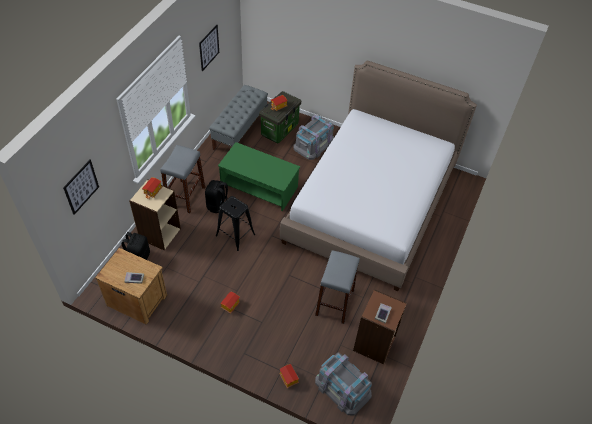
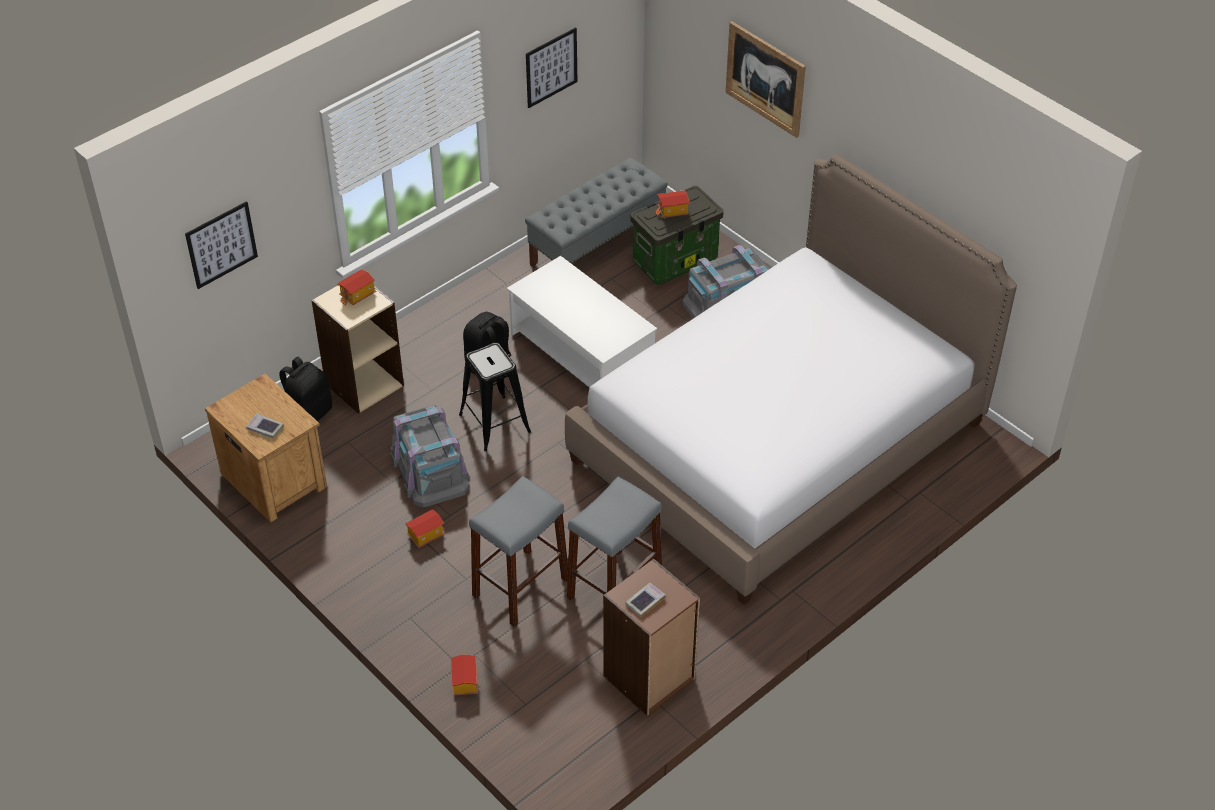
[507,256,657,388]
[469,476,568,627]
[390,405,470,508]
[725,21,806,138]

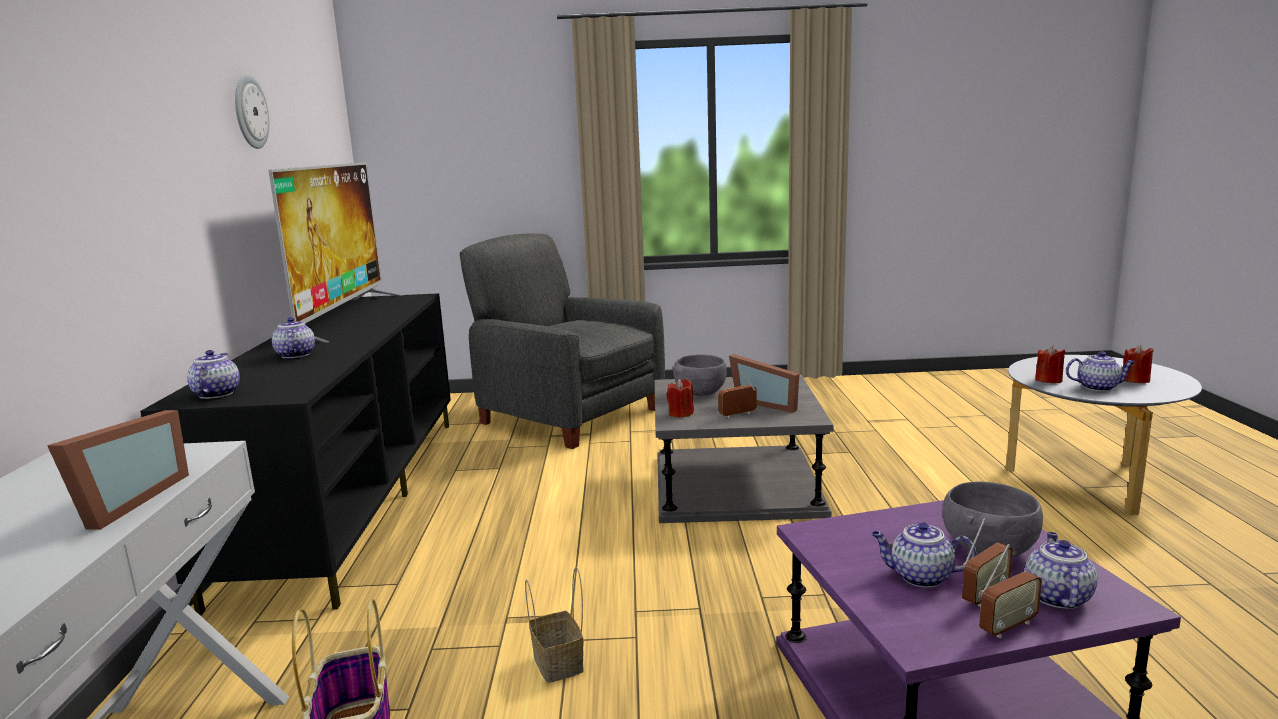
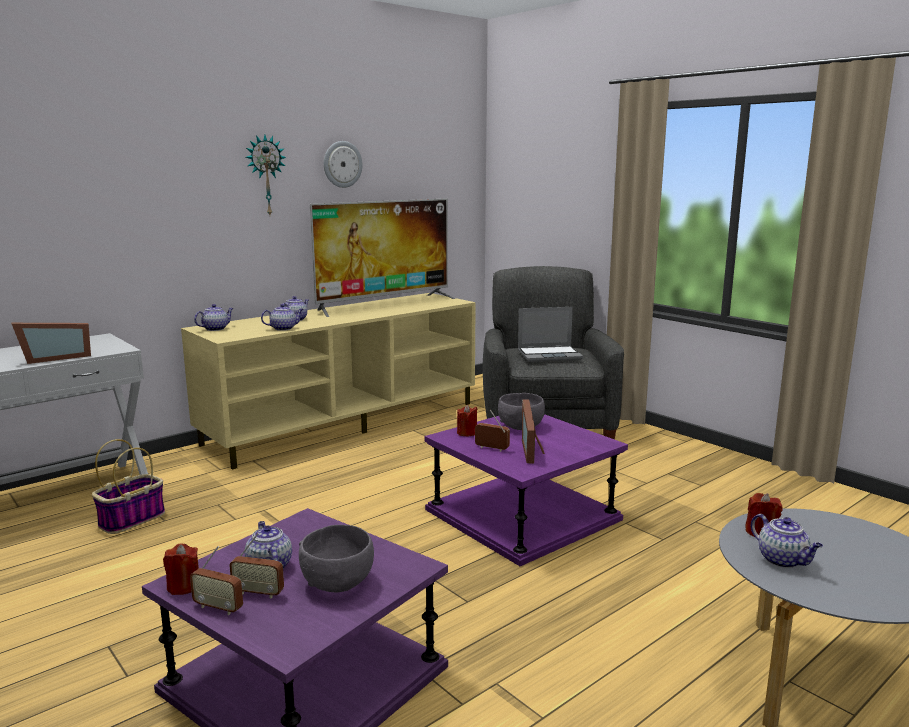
[181,293,476,469]
[163,544,199,595]
[425,414,628,566]
[261,304,303,331]
[525,567,584,683] (first image)
[246,135,286,215]
[518,307,583,362]

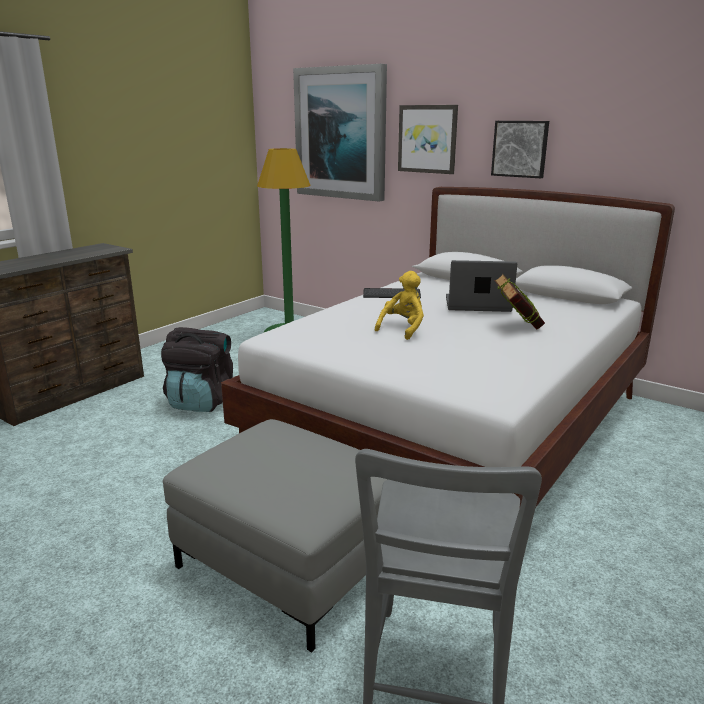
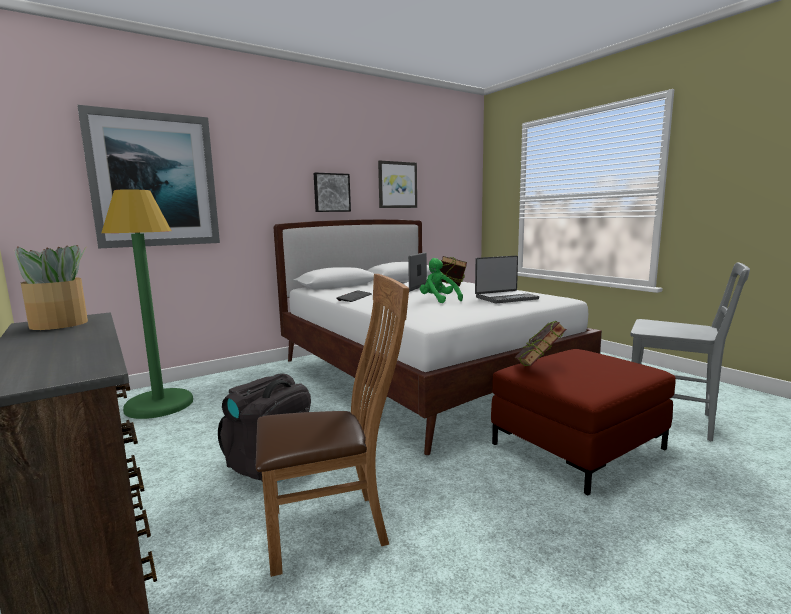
[378,160,417,208]
[420,258,463,303]
[491,349,676,495]
[13,245,88,330]
[475,256,539,303]
[256,274,409,577]
[515,320,567,366]

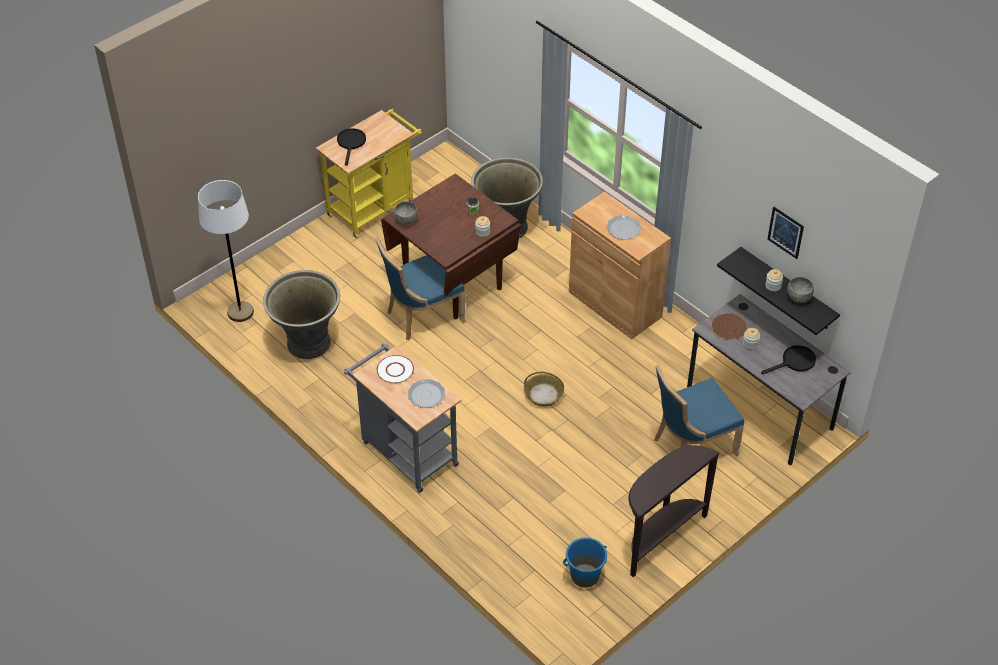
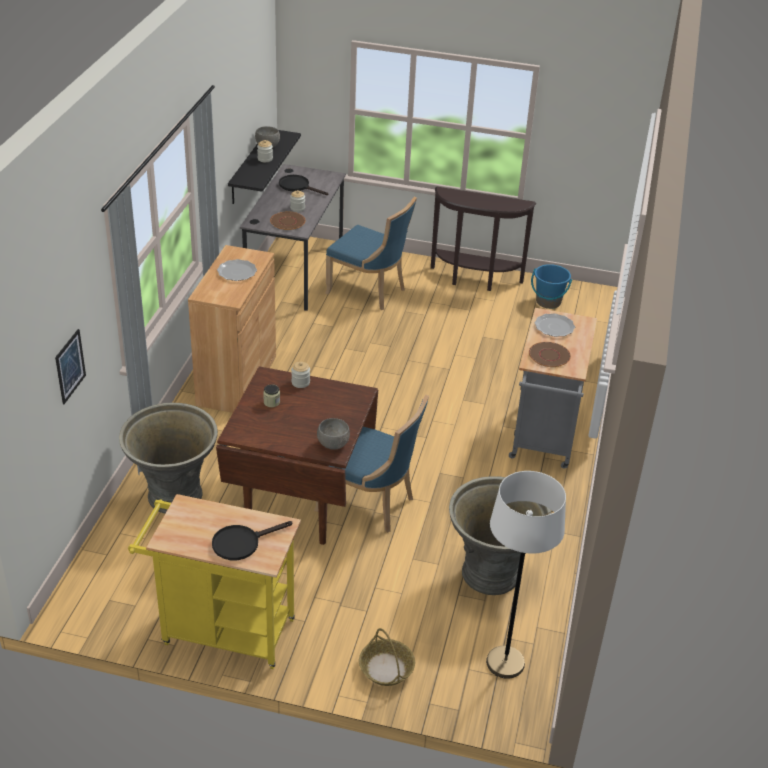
[55,329,86,404]
[529,342,571,367]
[359,628,415,686]

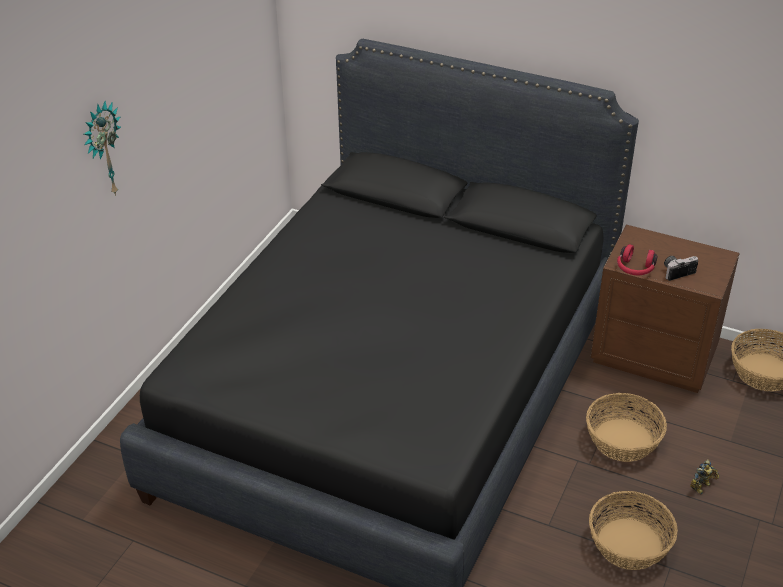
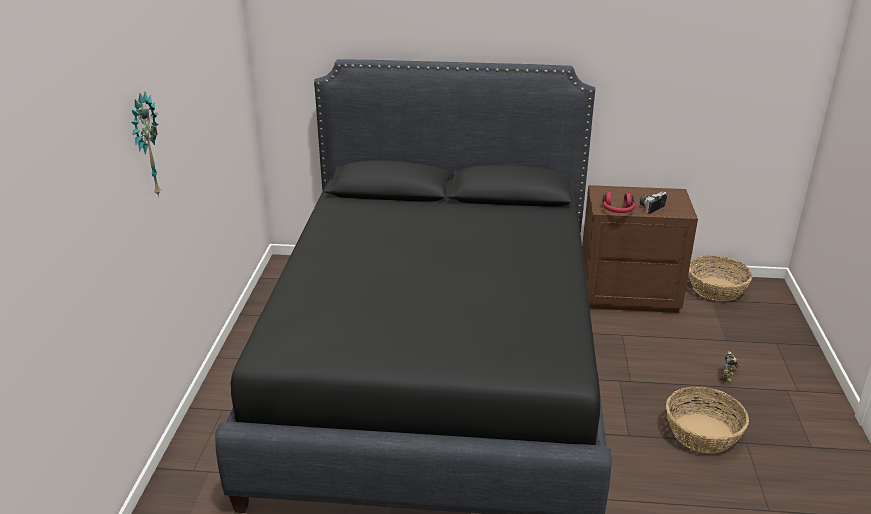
[586,393,667,462] (first image)

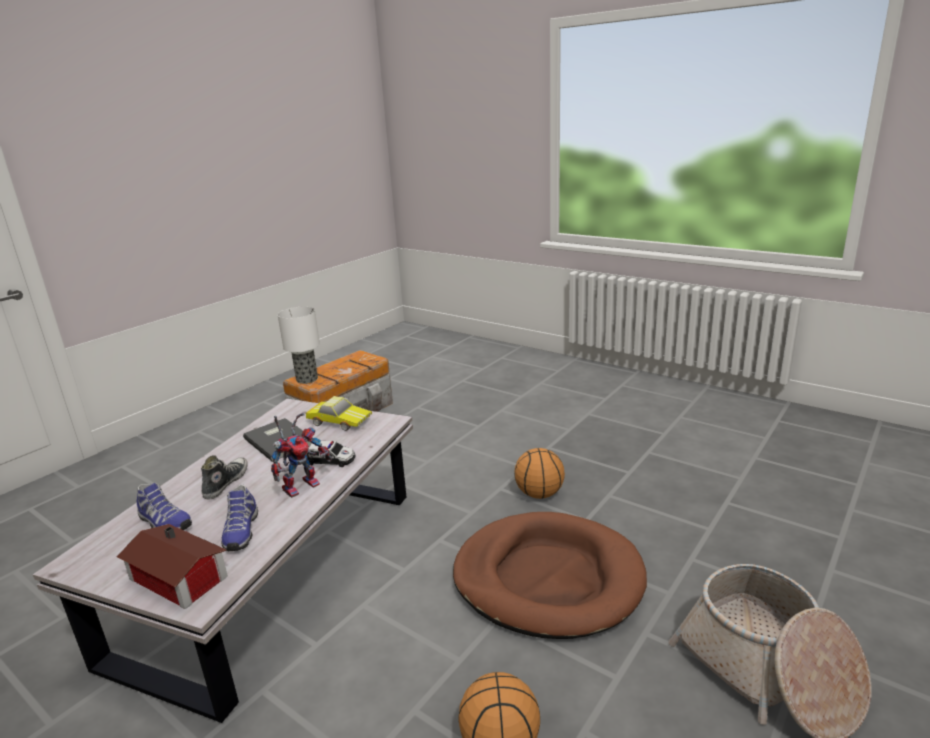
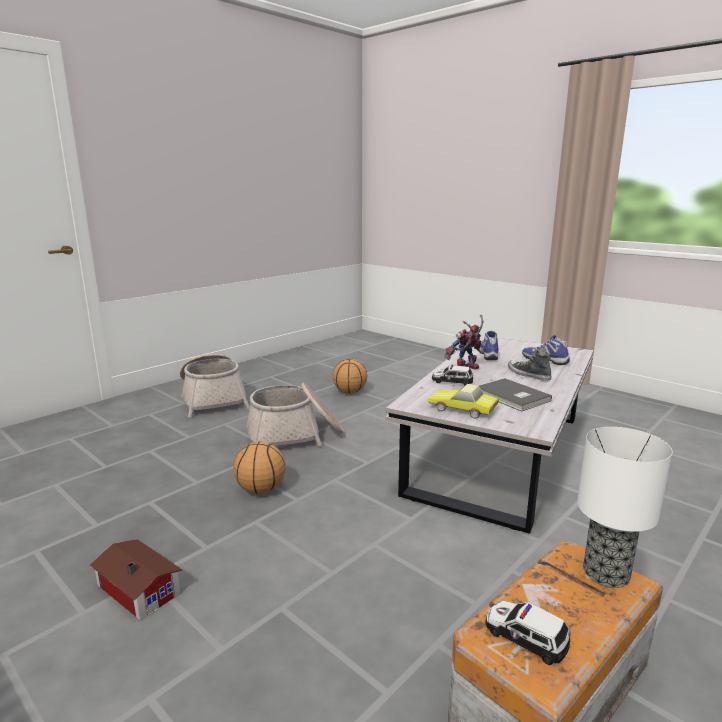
[508,348,551,381]
[246,383,344,447]
[90,539,182,621]
[486,601,570,665]

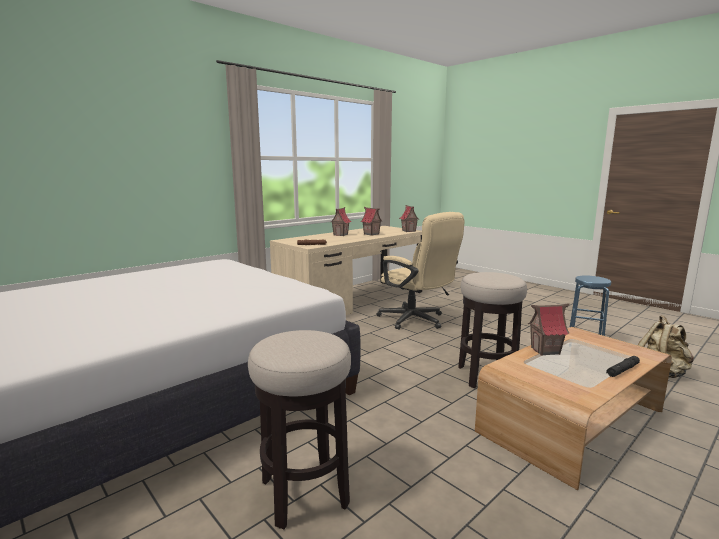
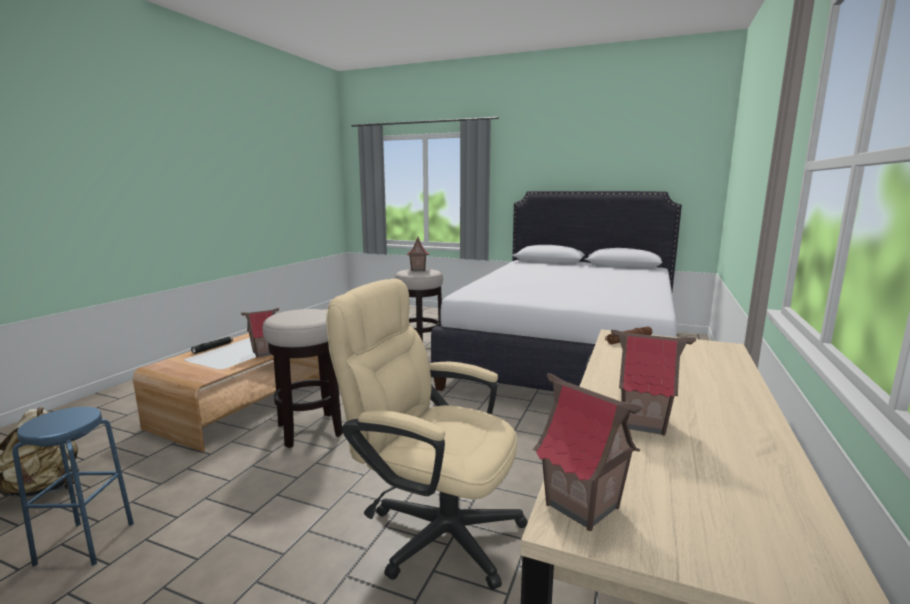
[407,236,429,271]

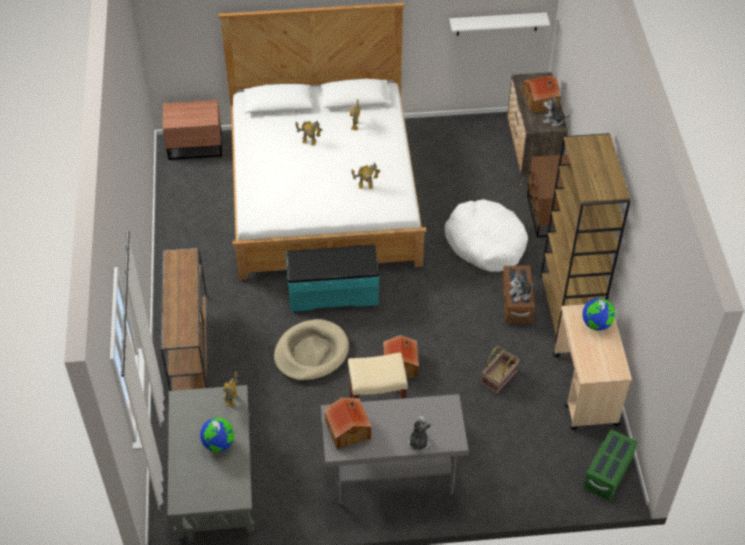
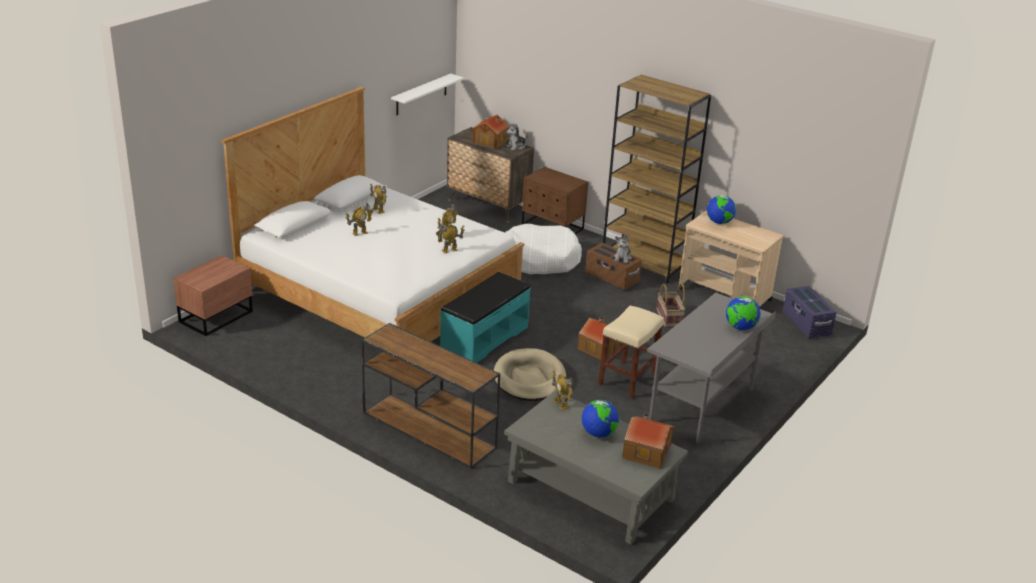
[622,414,674,469]
[726,296,760,330]
[783,286,837,338]
[436,224,464,253]

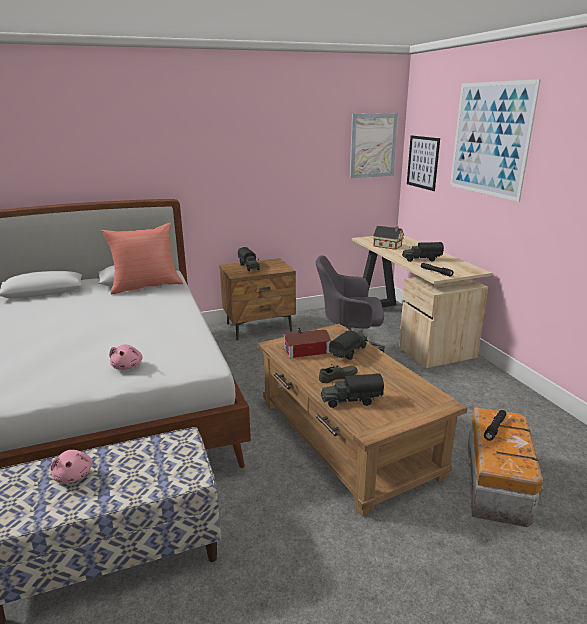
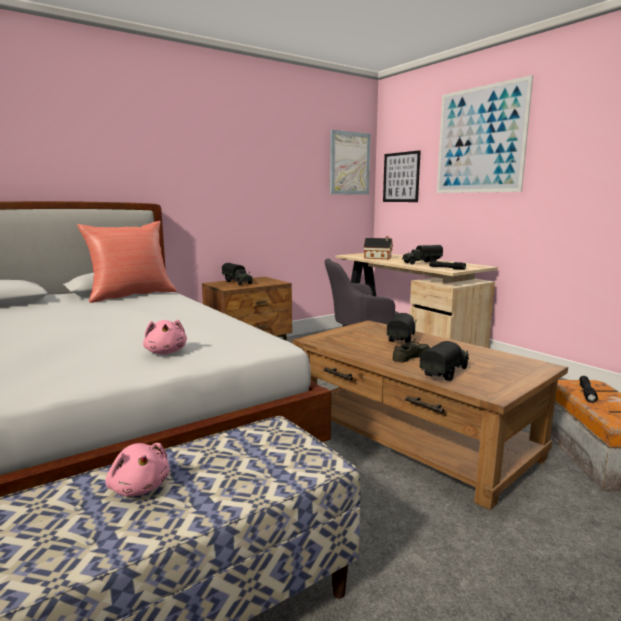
[283,328,331,358] (first image)
[419,341,469,381]

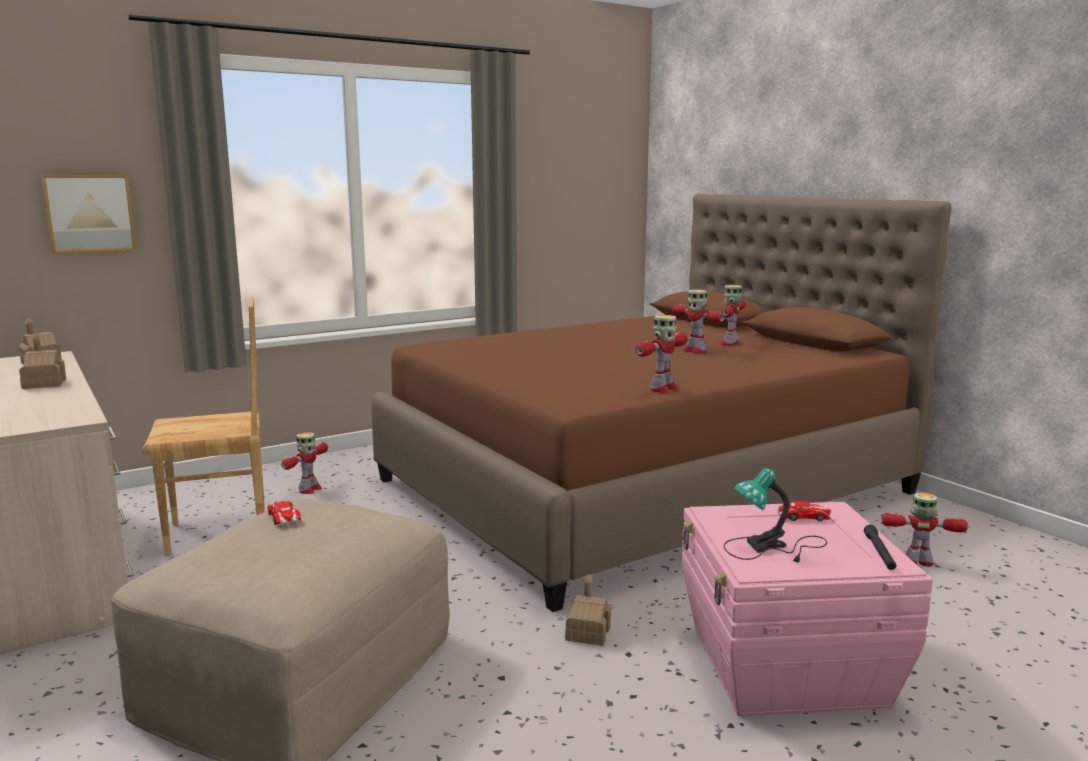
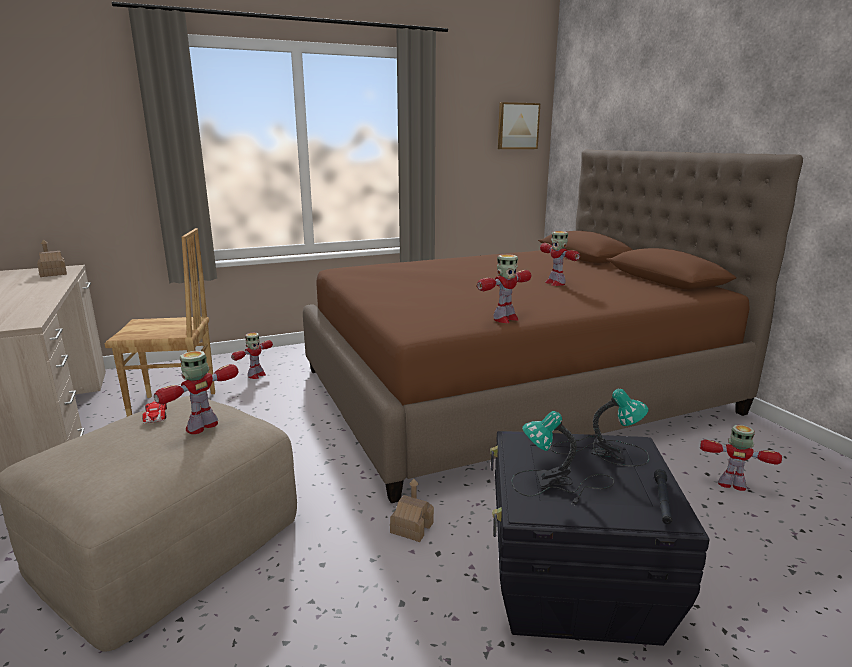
[498,102,540,149]
[154,351,238,434]
[19,332,66,389] (first image)
[551,389,649,466]
[490,431,710,646]

